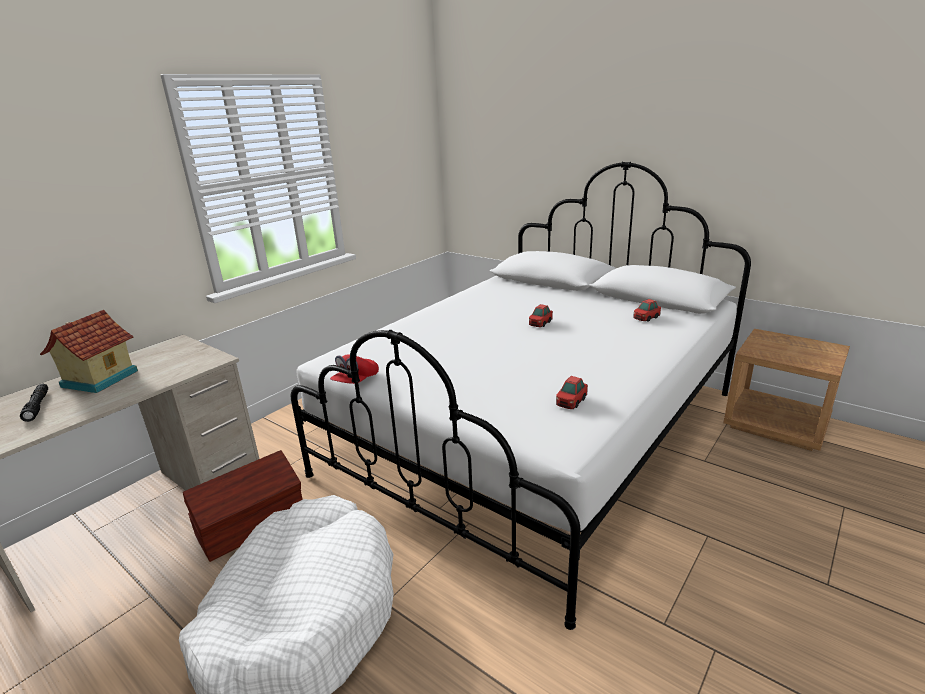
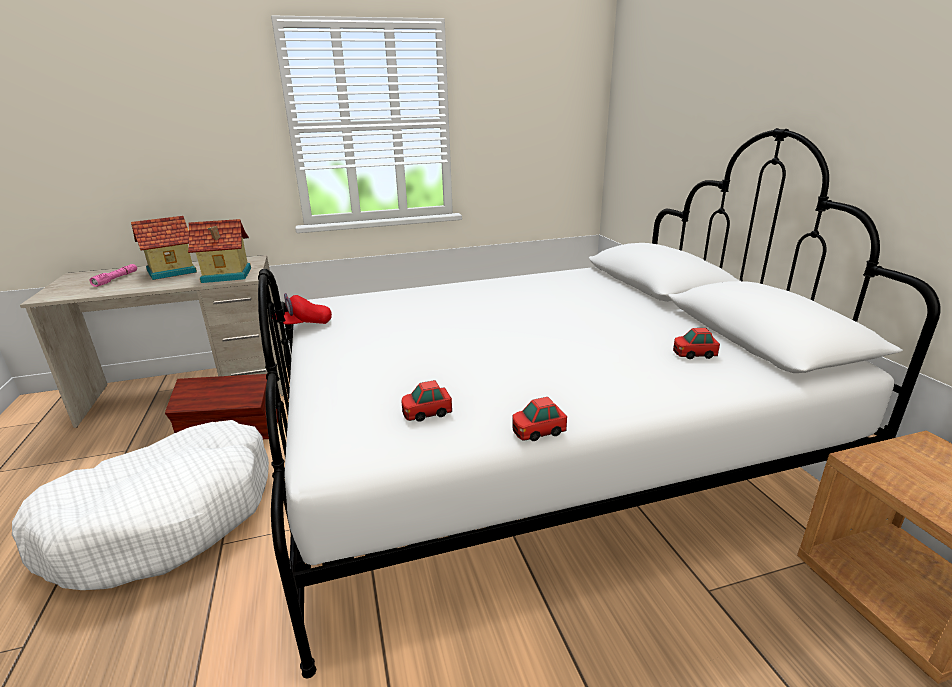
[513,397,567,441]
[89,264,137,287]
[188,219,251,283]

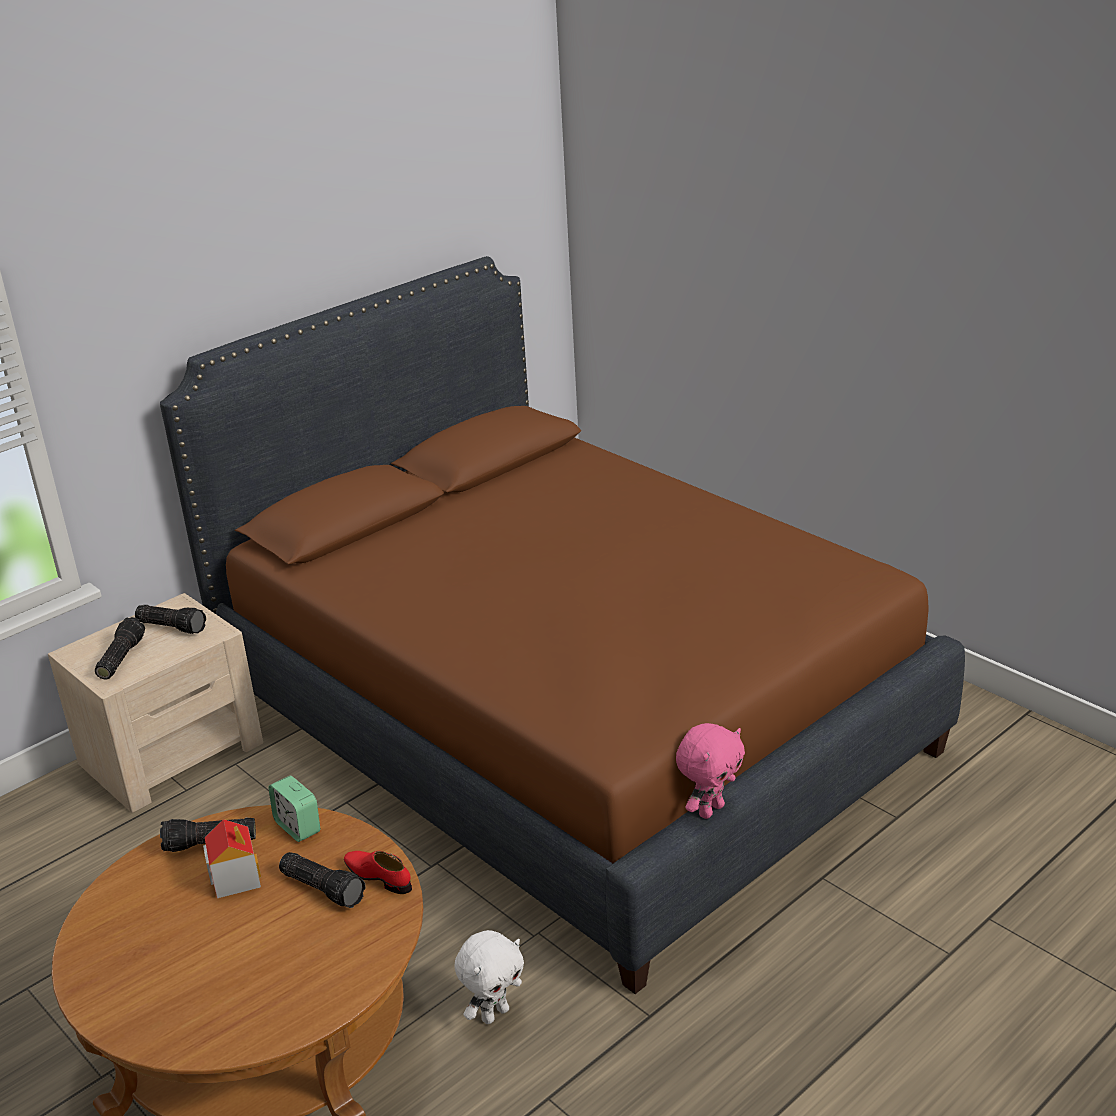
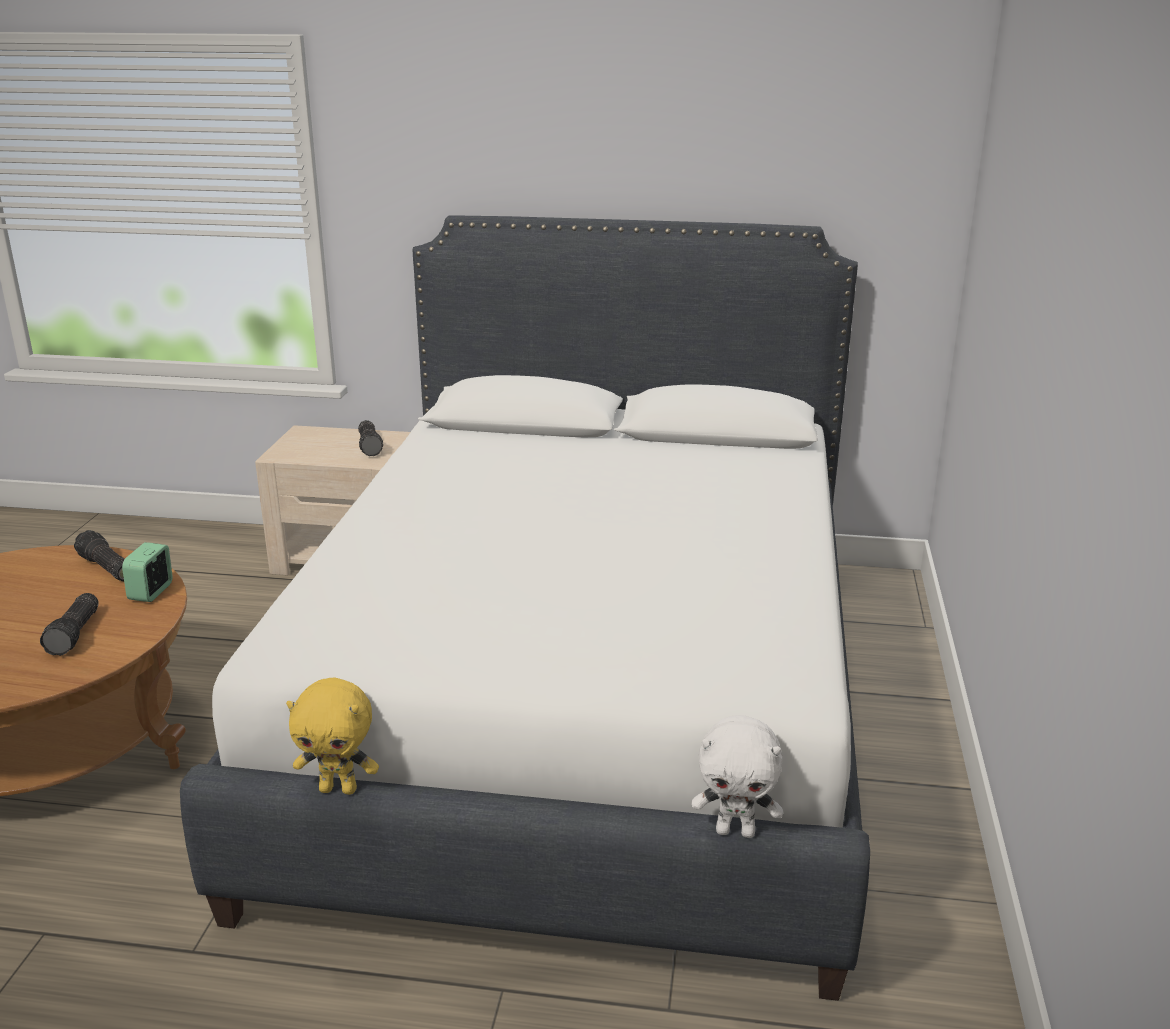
[180,215,870,1001]
[95,617,145,680] (first image)
[286,678,379,795]
[203,819,261,898] (first image)
[344,851,412,894] (first image)
[691,715,783,838]

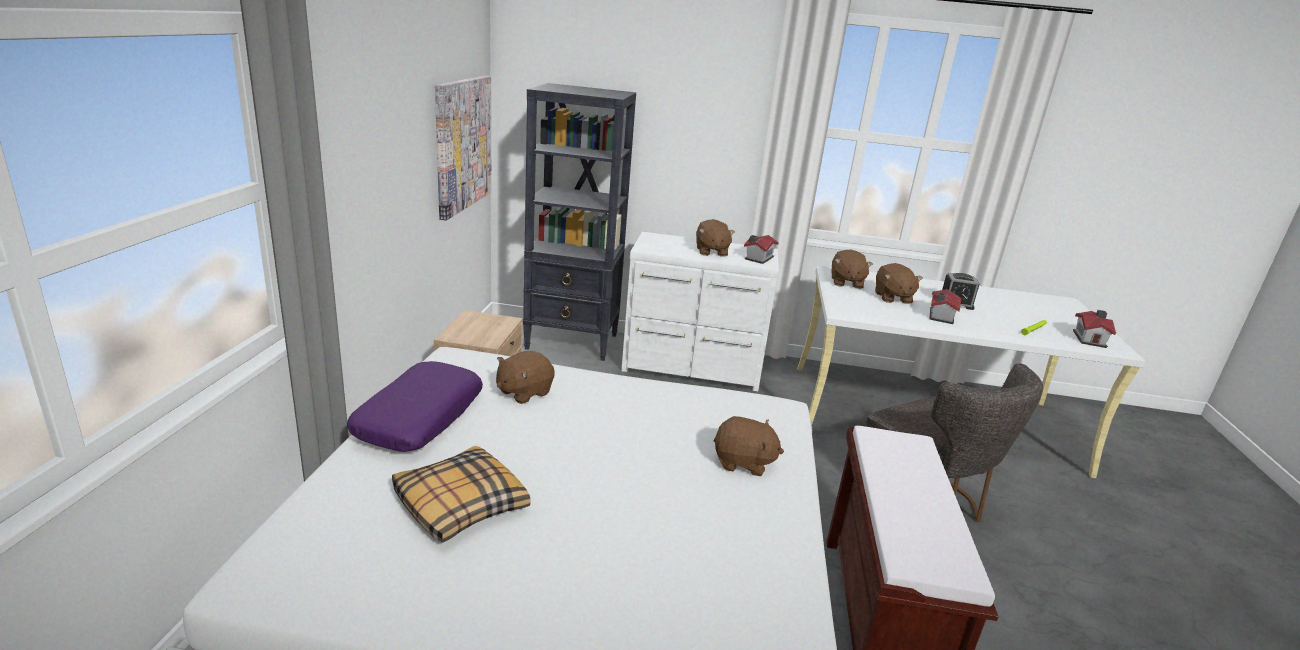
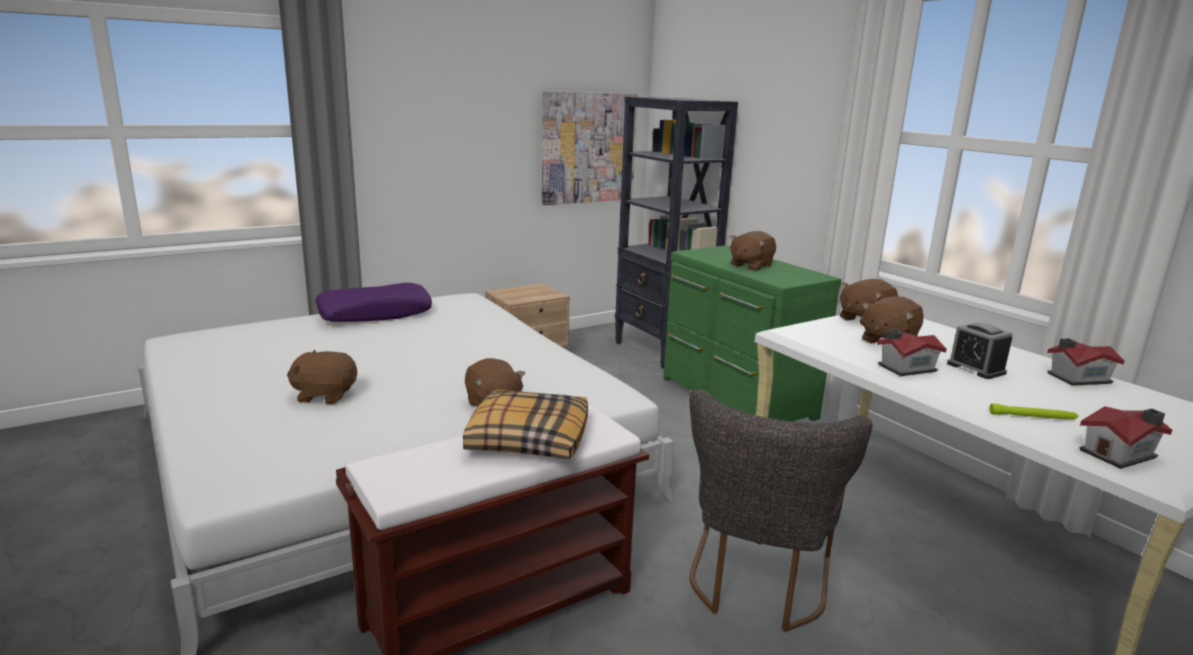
[663,245,841,422]
[1047,338,1124,386]
[287,350,357,404]
[463,389,588,460]

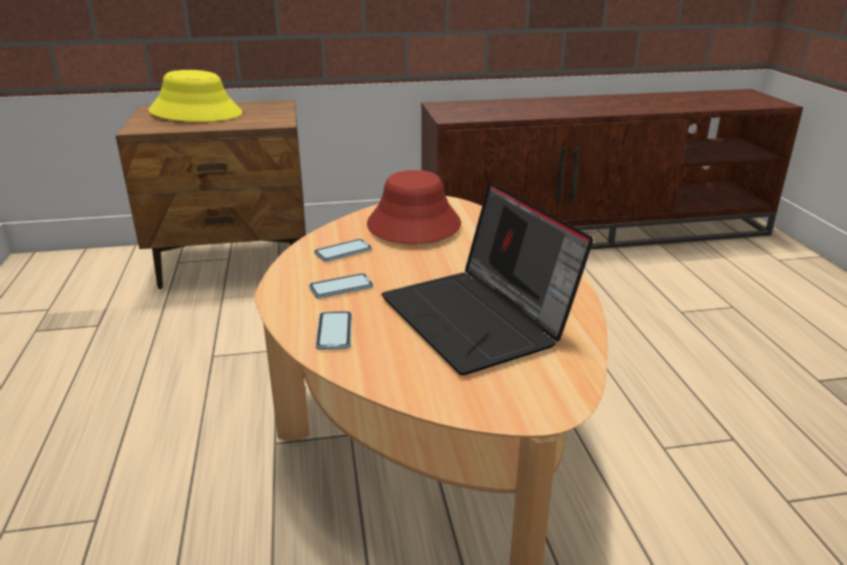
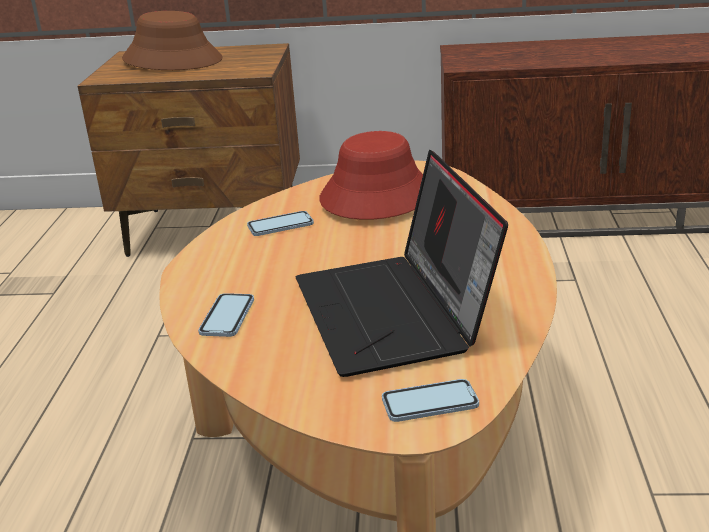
[122,11,223,70]
[382,379,479,422]

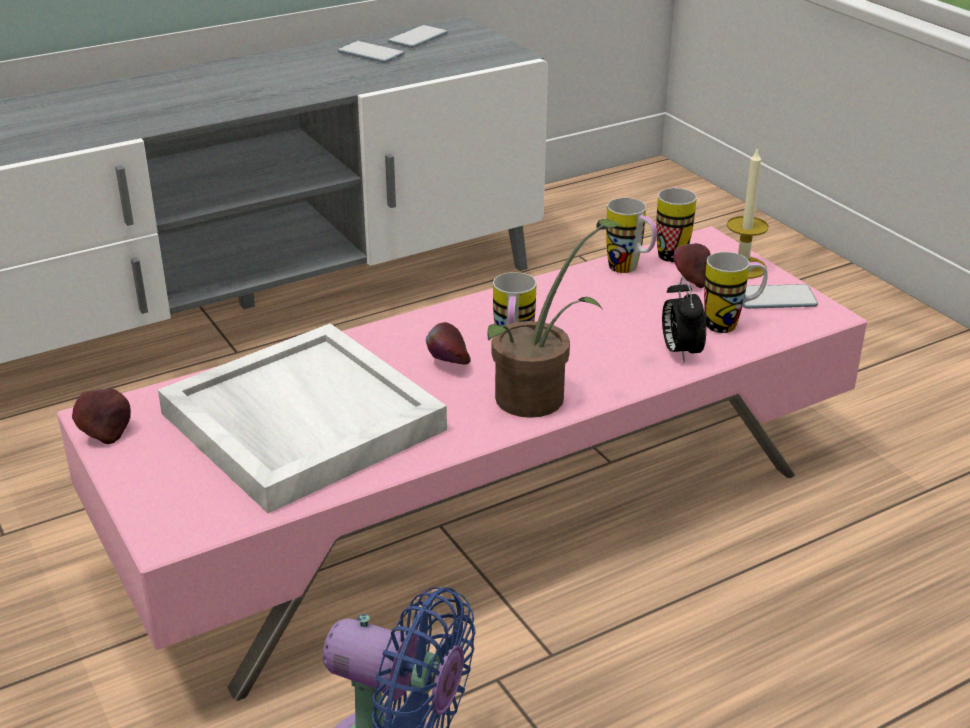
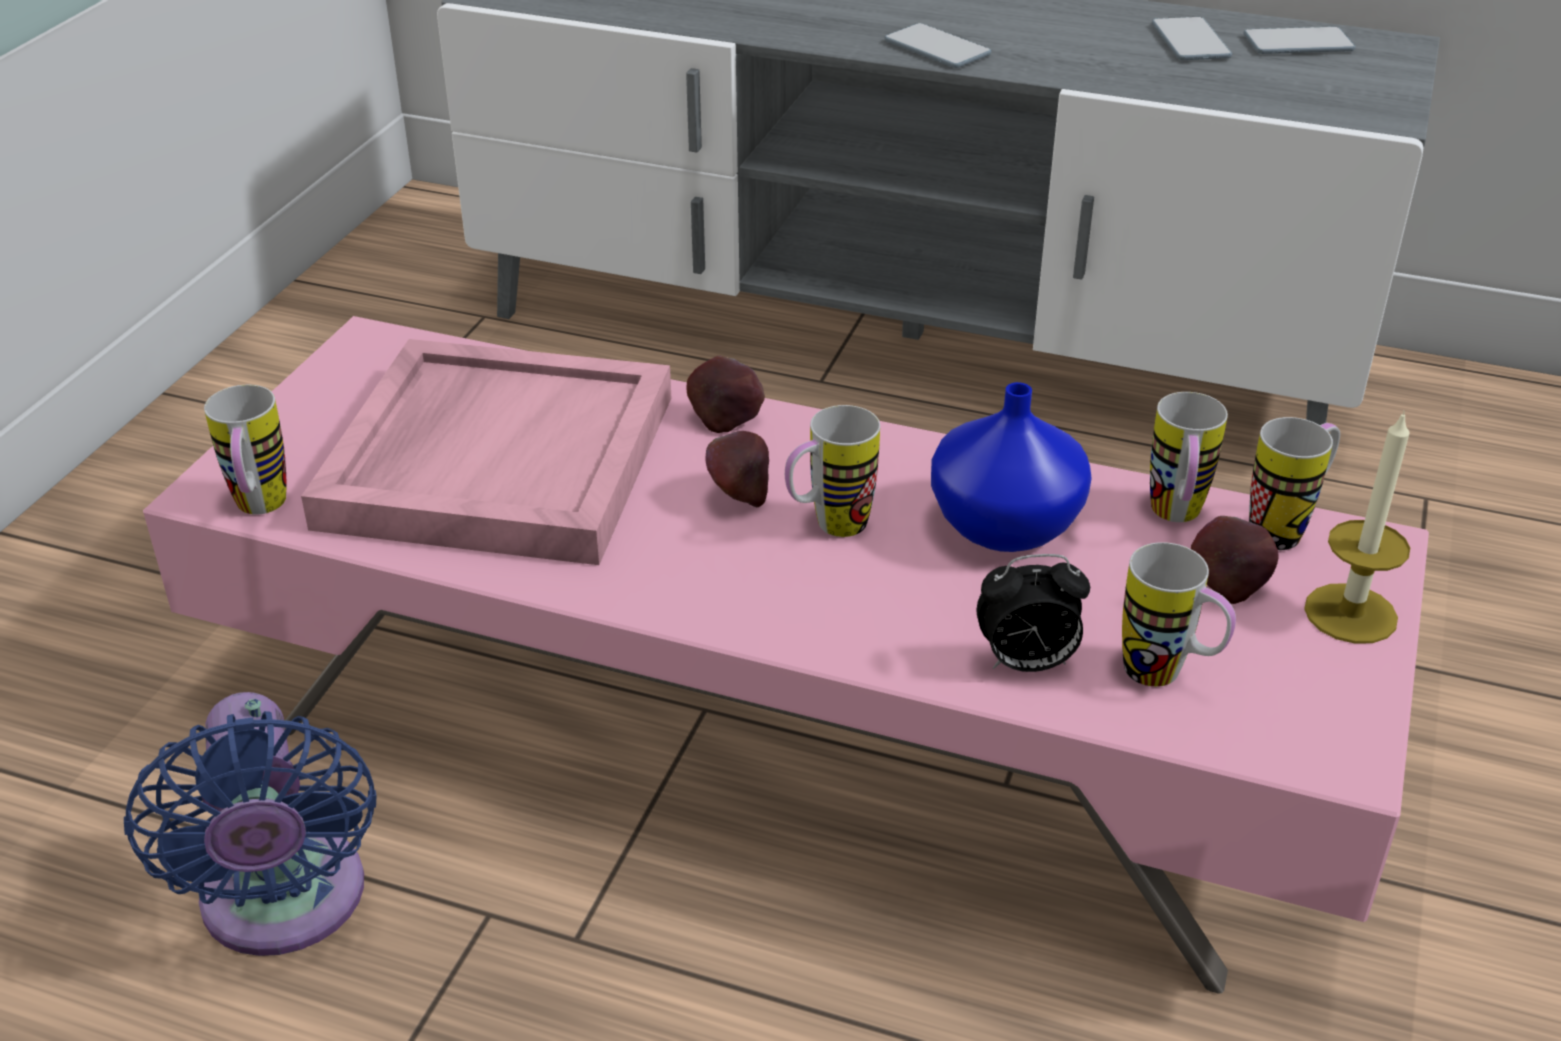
[488,219,622,418] (first image)
[976,554,1090,672]
[884,23,991,68]
[301,339,671,565]
[686,356,765,433]
[931,382,1092,552]
[204,385,286,515]

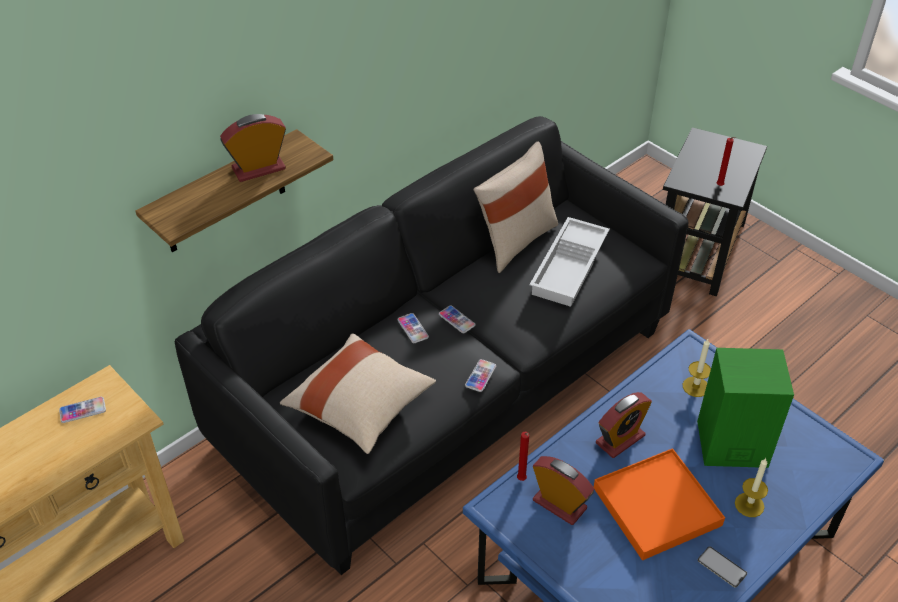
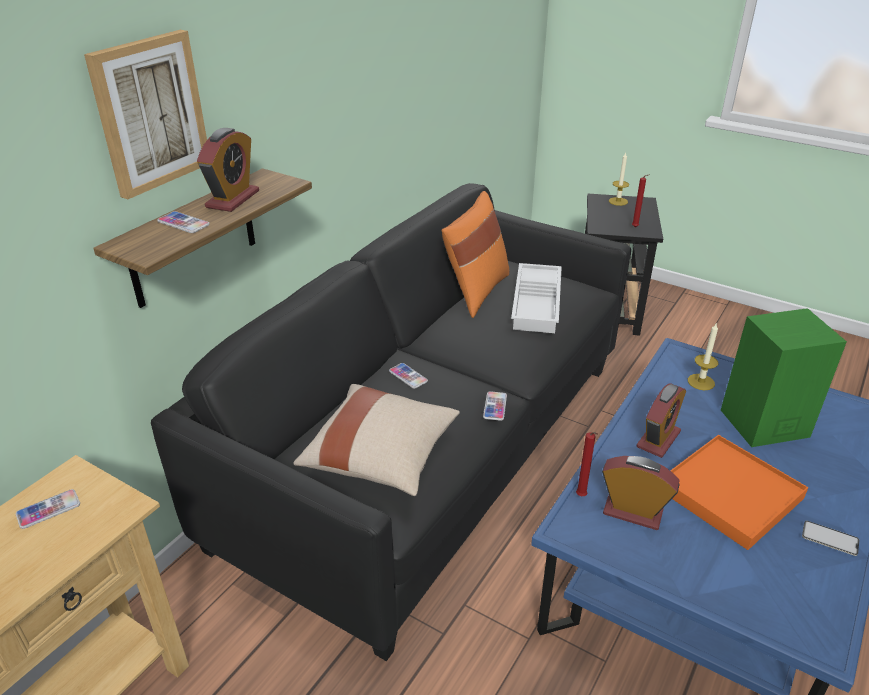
[197,128,259,212]
[442,191,509,318]
[157,211,210,233]
[609,153,629,206]
[84,30,207,199]

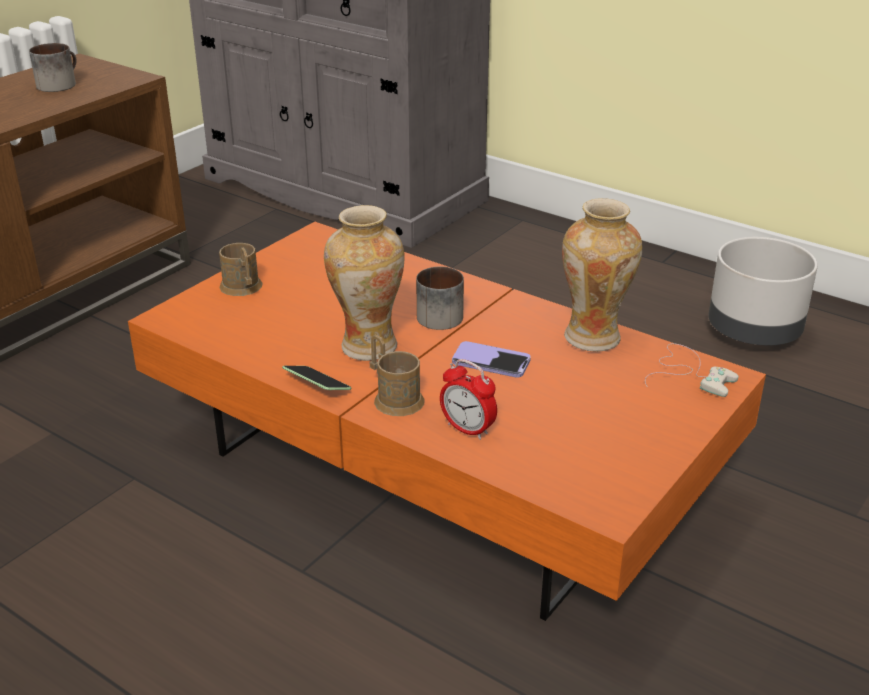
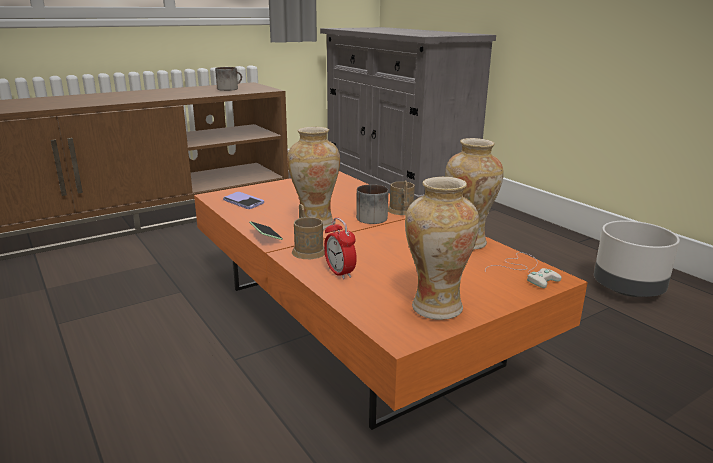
[388,180,415,215]
[223,192,264,209]
[405,177,480,320]

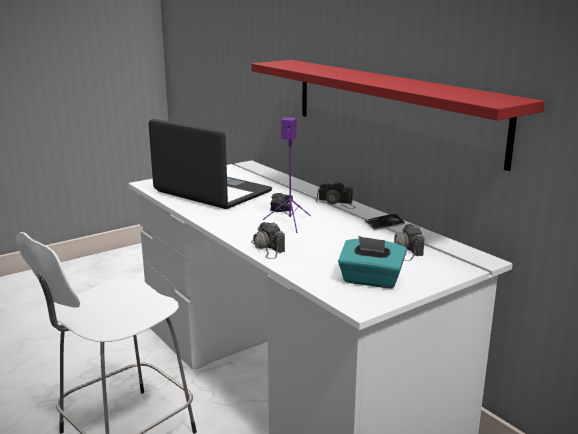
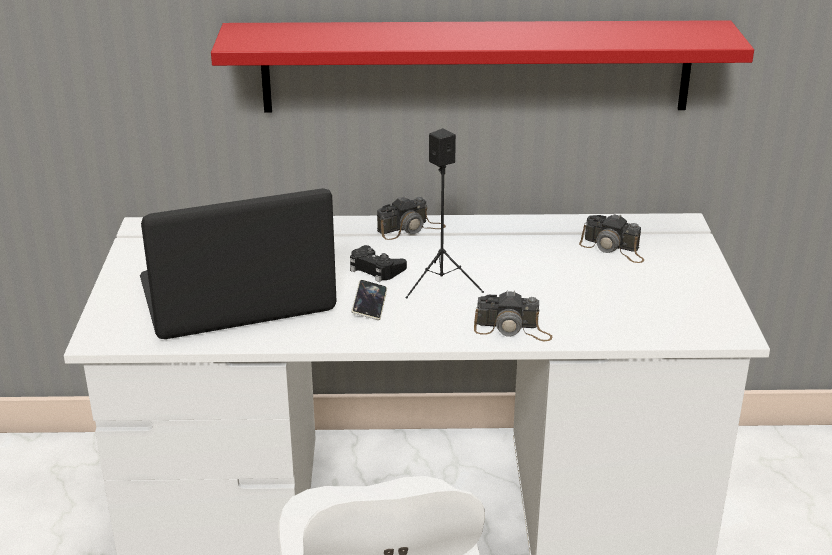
[406,128,484,298]
[352,280,387,320]
[338,236,407,289] (first image)

